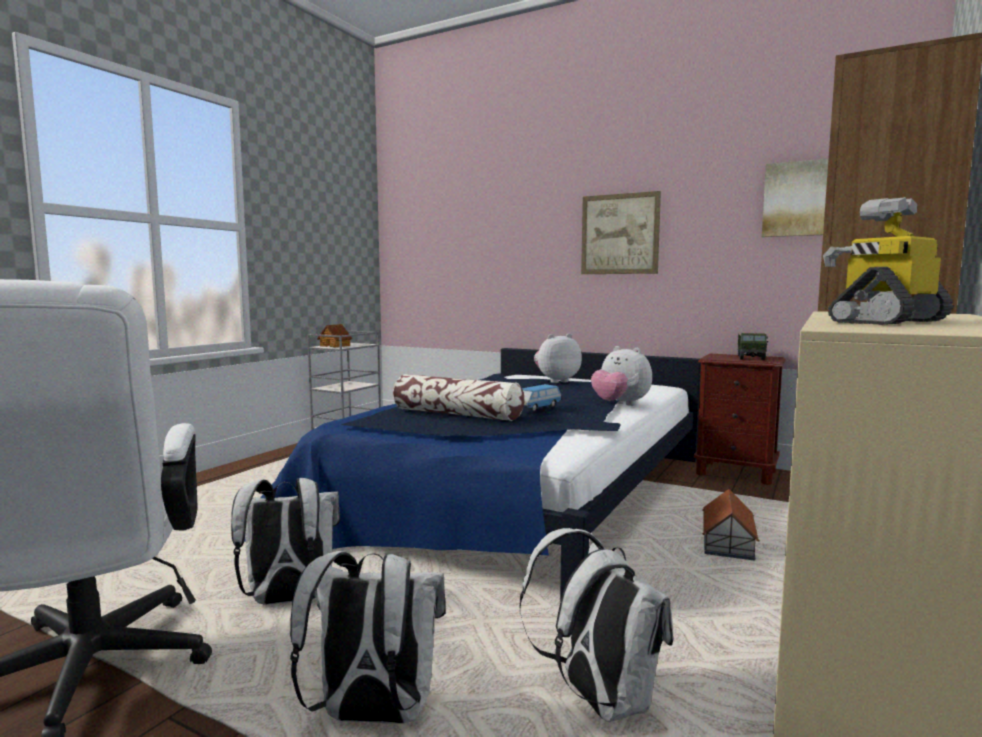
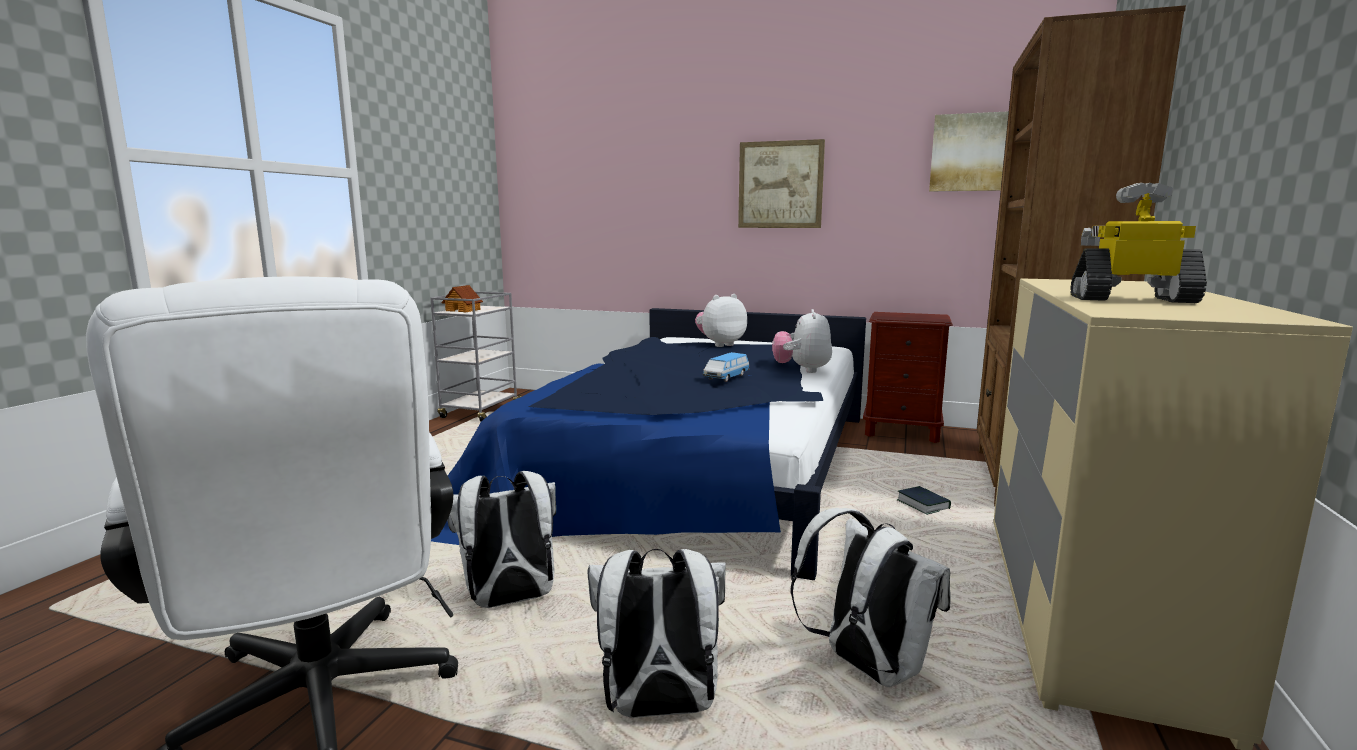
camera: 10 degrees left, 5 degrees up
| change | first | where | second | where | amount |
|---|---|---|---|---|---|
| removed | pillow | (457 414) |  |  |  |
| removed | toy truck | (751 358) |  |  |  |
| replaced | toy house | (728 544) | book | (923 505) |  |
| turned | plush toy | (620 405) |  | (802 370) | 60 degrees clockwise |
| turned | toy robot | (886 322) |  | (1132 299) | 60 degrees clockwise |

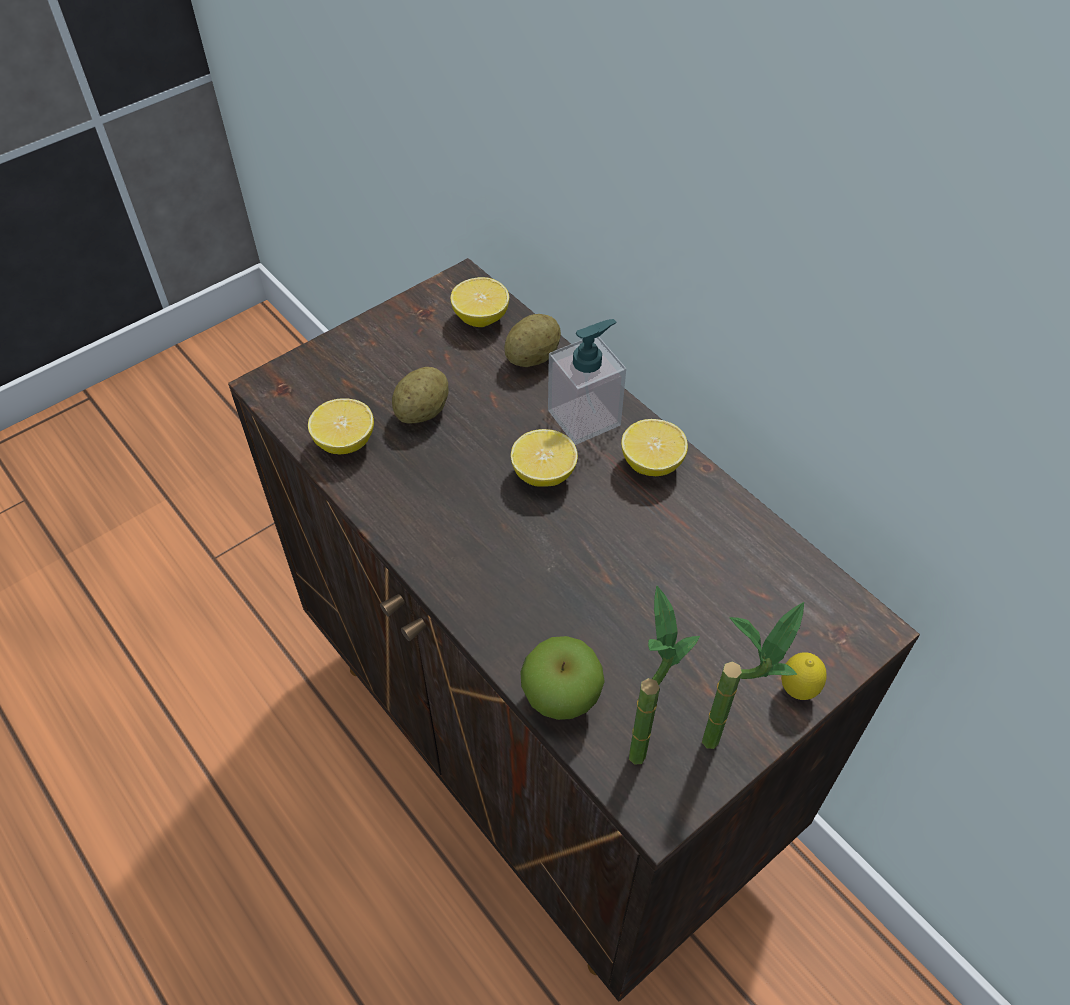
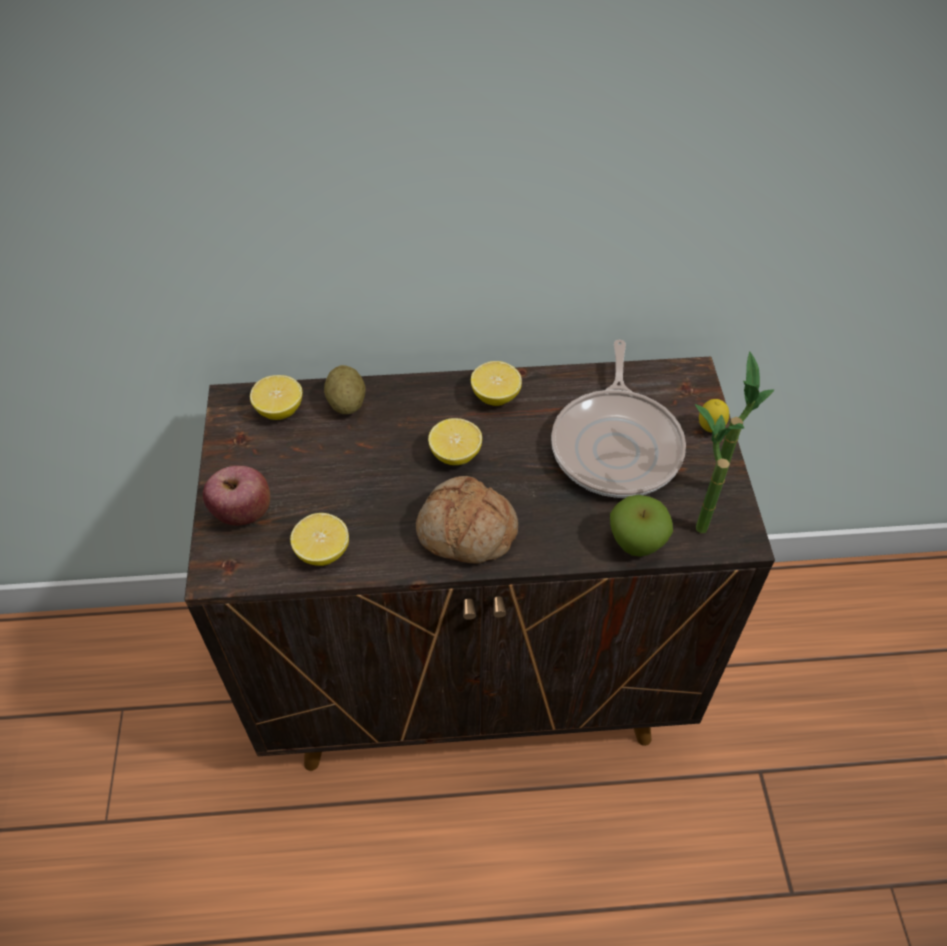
camera: 55 degrees left, 0 degrees up
| change | first | where | second | where | amount |
|---|---|---|---|---|---|
| removed | potato | (422 412) |  |  |  |
| removed | soap dispenser | (584 417) |  |  |  |
| added |  |  | apple | (243 513) |  |
| added |  |  | bread | (465 532) |  |
| added |  |  | frying pan | (617 445) |  |

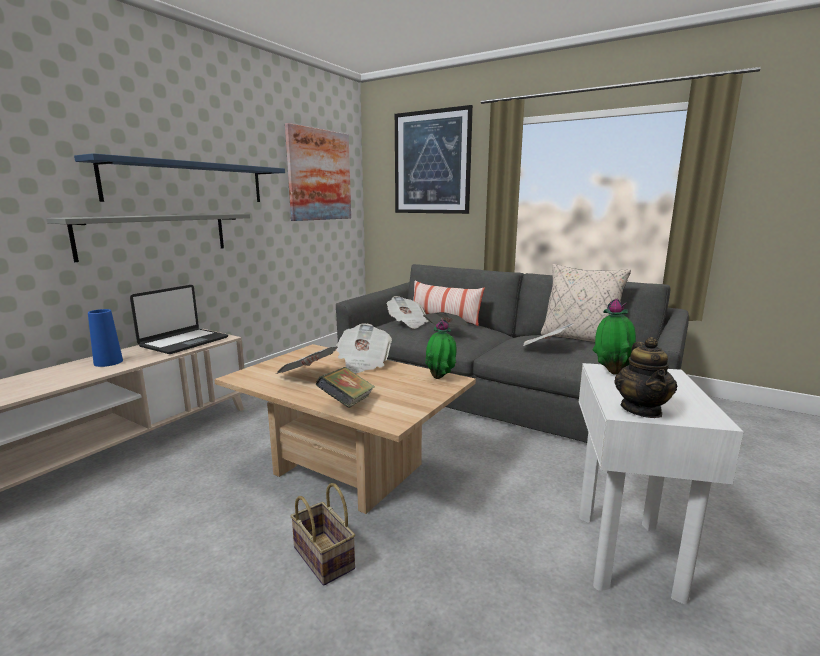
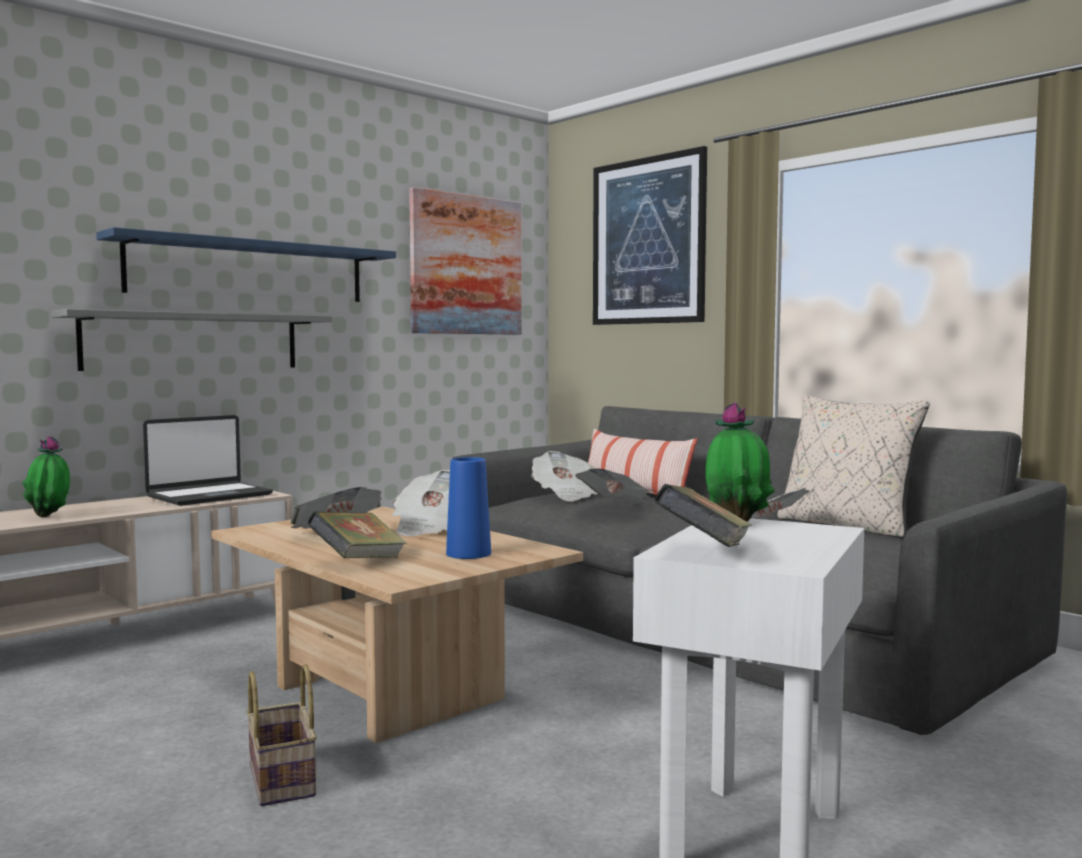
camera: 15 degrees right, 10 degrees down
| change | first | where | second | where | amount |
|---|---|---|---|---|---|
| moved | blue vase | (108 362) |  | (468 553) |  |
| moved | potted plant | (441 378) |  | (49 517) |  |
| replaced | teapot | (641 410) | book | (704 553) |  |

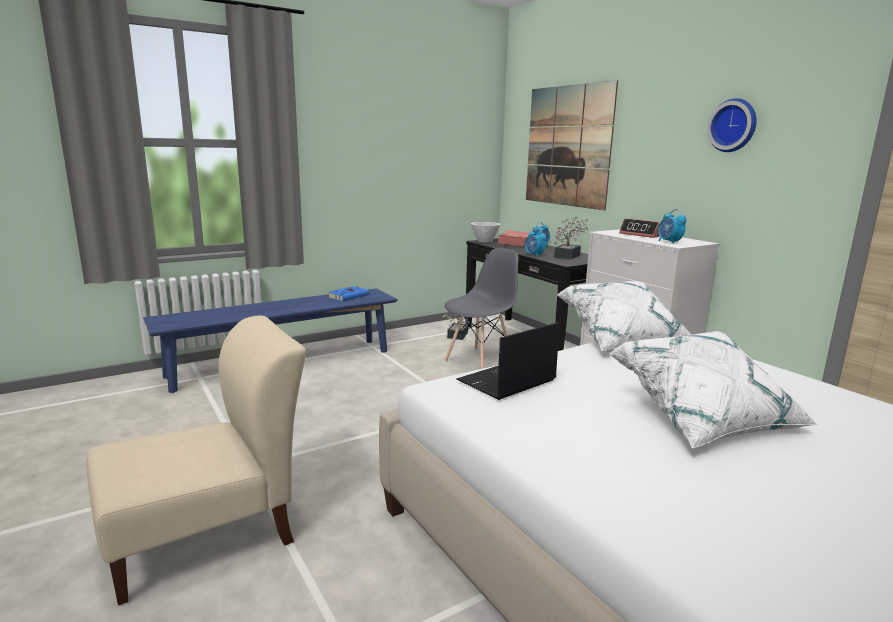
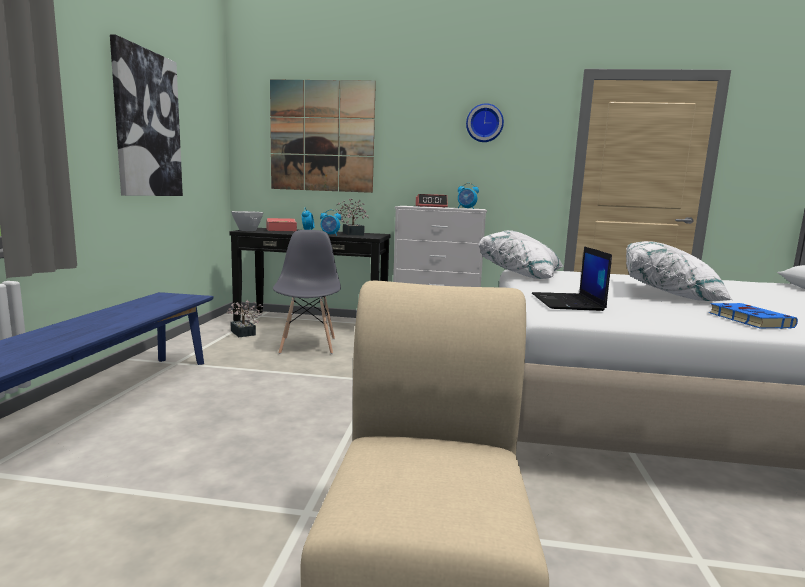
camera: 50 degrees left, 5 degrees down
| change | first | where | second | where | amount |
|---|---|---|---|---|---|
| added |  |  | picture | (147 124) |  |
| moved | blue book | (349 296) |  | (747 320) |  |

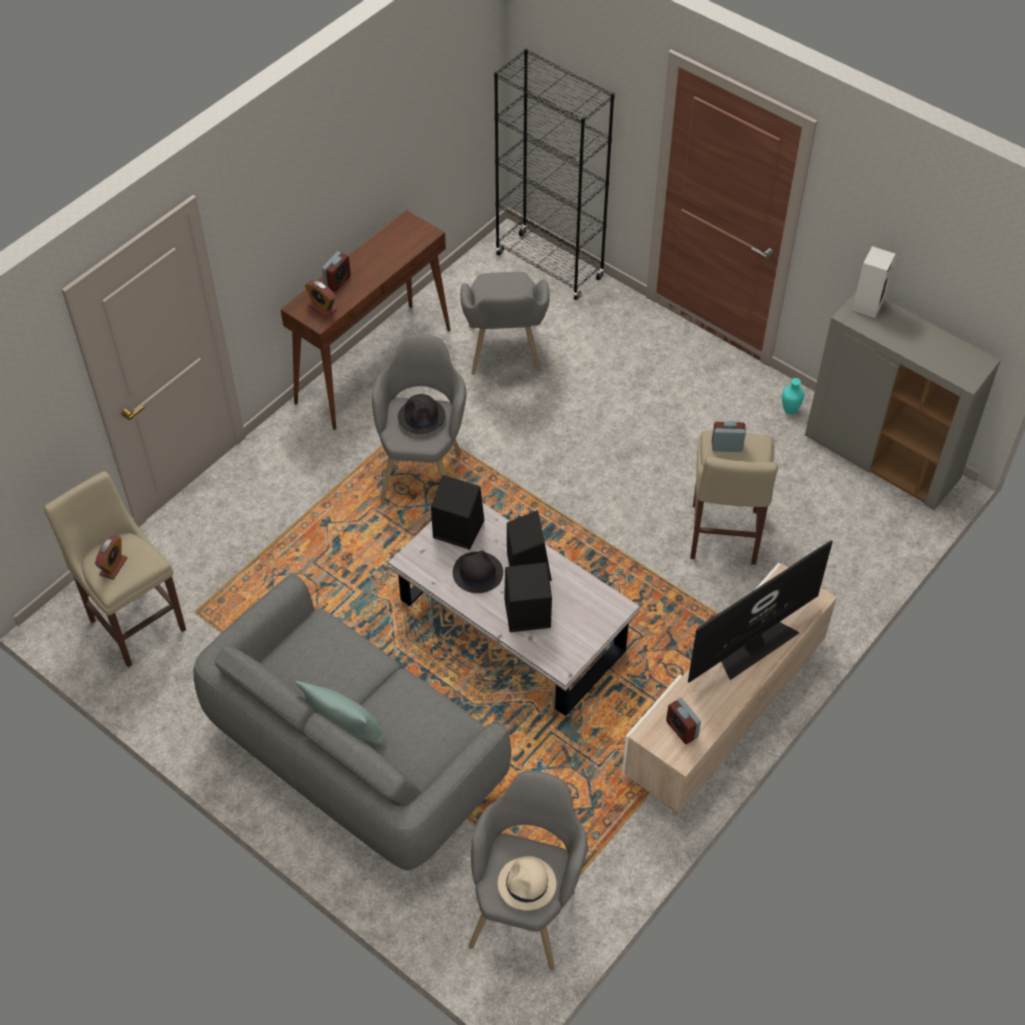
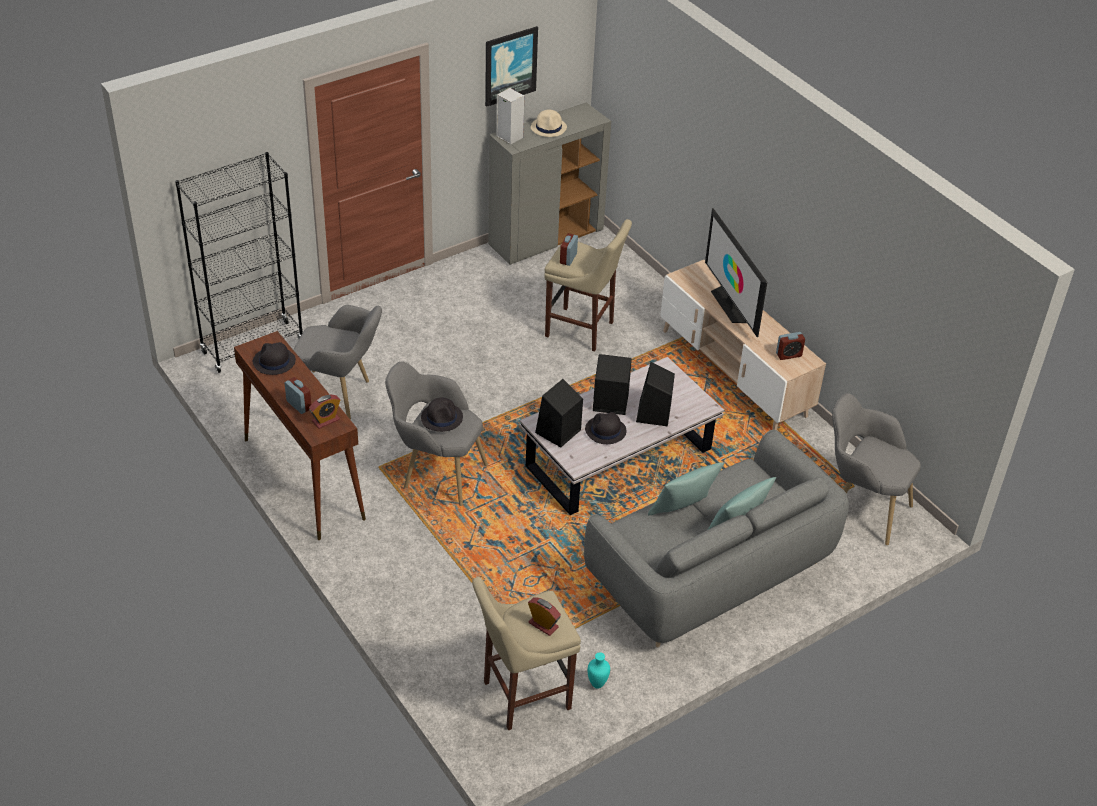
camera: 75 degrees left, 10 degrees down
| change | first | where | second | where | amount |
|---|---|---|---|---|---|
| added |  |  | black hat | (274 361) |  |
| added |  |  | picture | (510 65) |  |
| added |  |  | turquoise pillow | (682 511) |  |
| moved | beige hat | (527 884) |  | (549 127) |  |
| moved | turquoise vase | (790 410) |  | (597 684) |  |

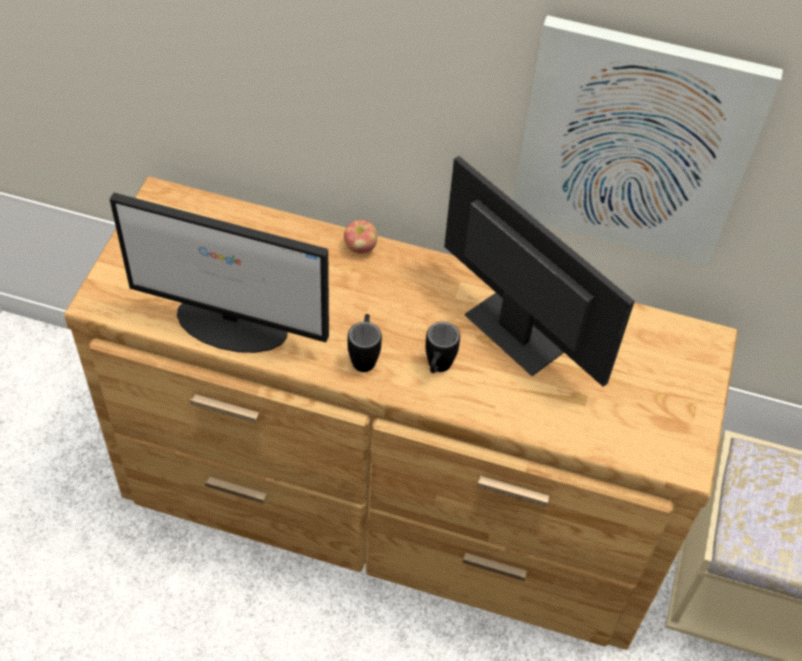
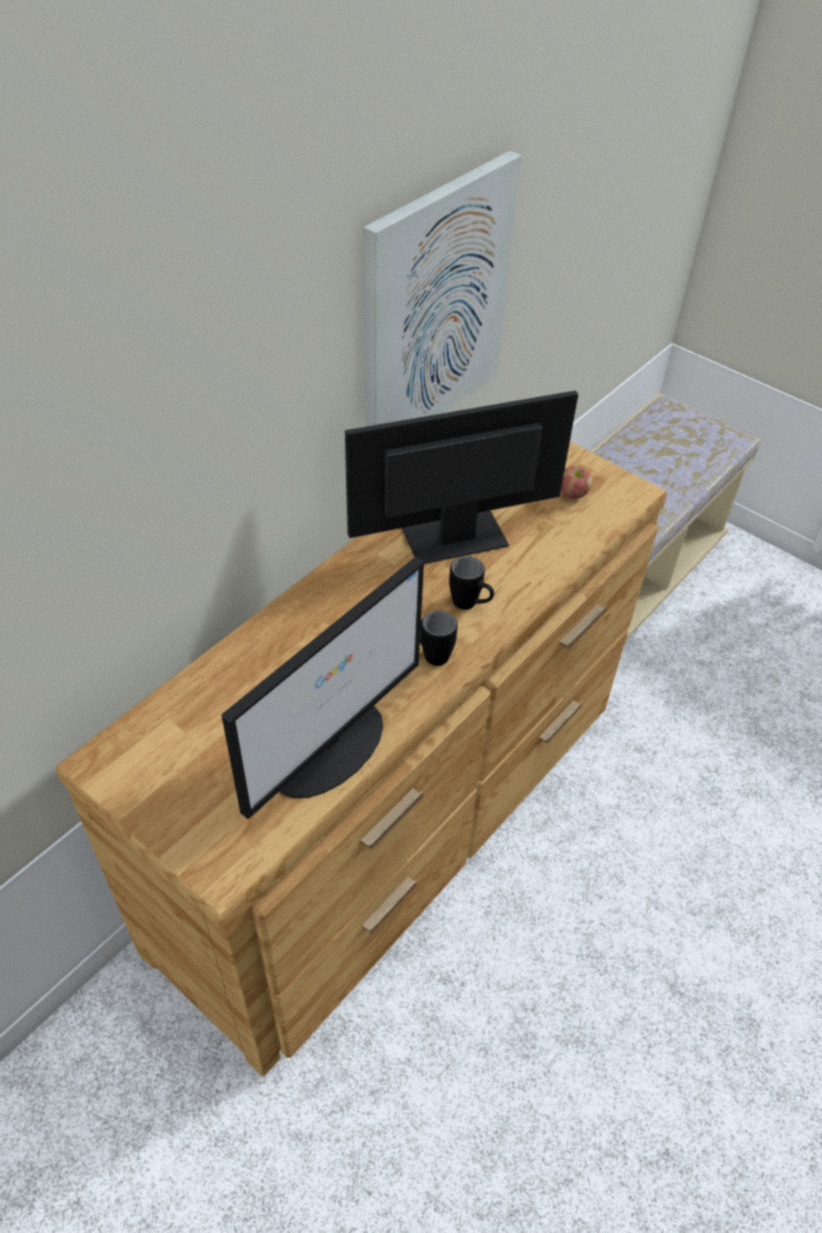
camera: 65 degrees left, 5 degrees down
| change | first | where | second | where | amount |
|---|---|---|---|---|---|
| moved | apple | (360 247) |  | (573 494) |  |

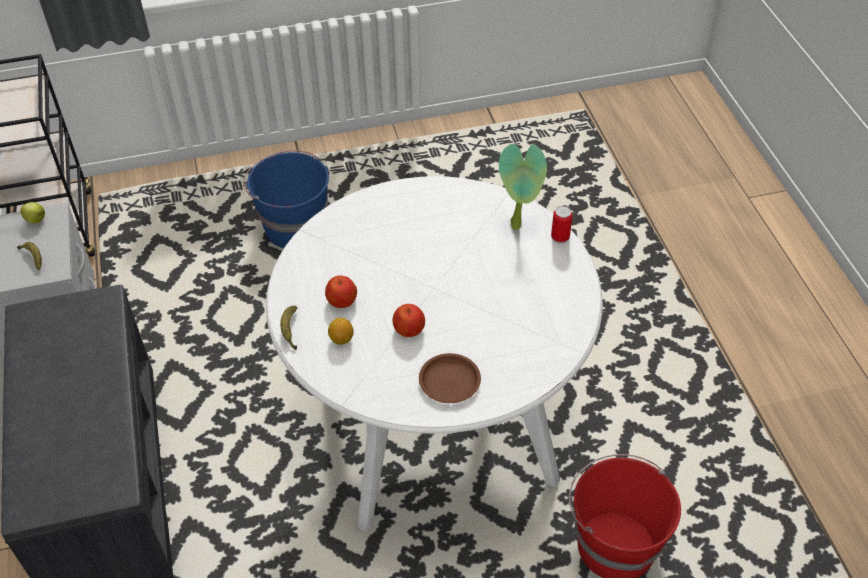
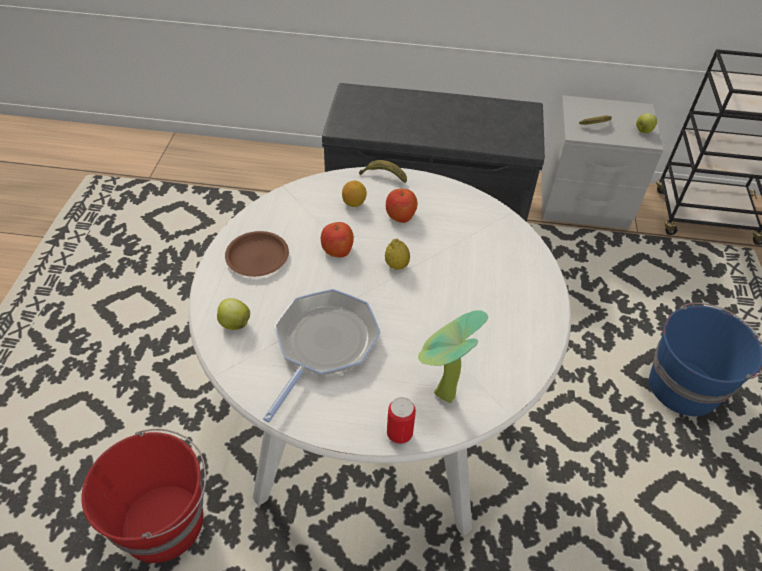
camera: 110 degrees right, 0 degrees up
| change | first | where | second | where | amount |
|---|---|---|---|---|---|
| added |  |  | apple | (234 323) |  |
| added |  |  | frying pan | (323 344) |  |
| added |  |  | lemon | (396 265) |  |

